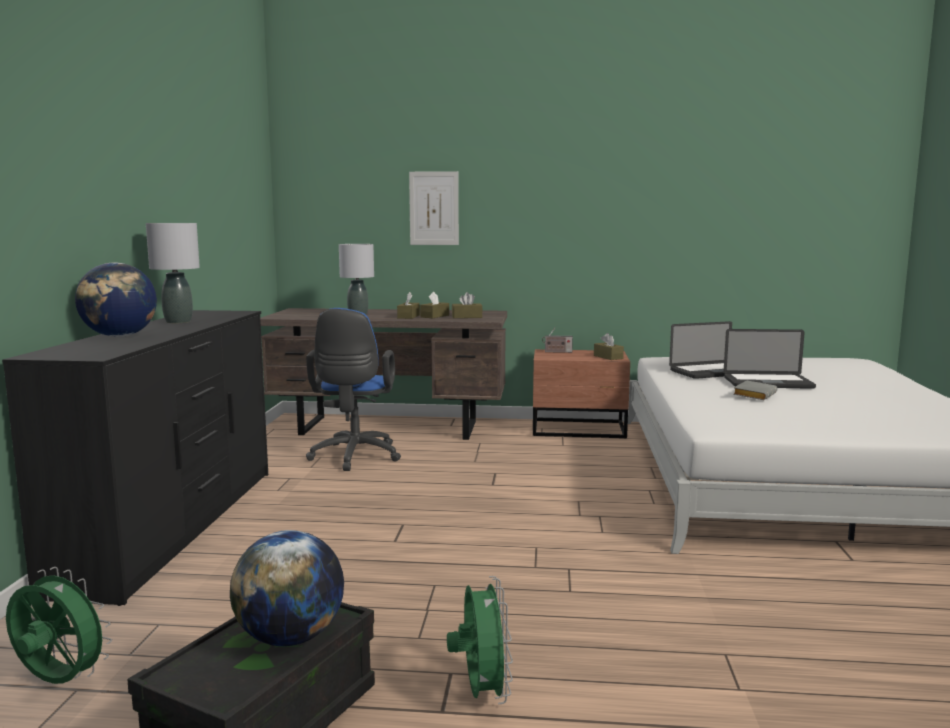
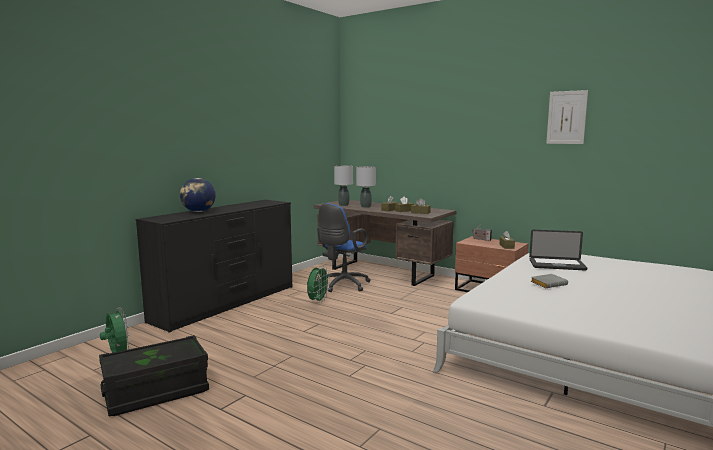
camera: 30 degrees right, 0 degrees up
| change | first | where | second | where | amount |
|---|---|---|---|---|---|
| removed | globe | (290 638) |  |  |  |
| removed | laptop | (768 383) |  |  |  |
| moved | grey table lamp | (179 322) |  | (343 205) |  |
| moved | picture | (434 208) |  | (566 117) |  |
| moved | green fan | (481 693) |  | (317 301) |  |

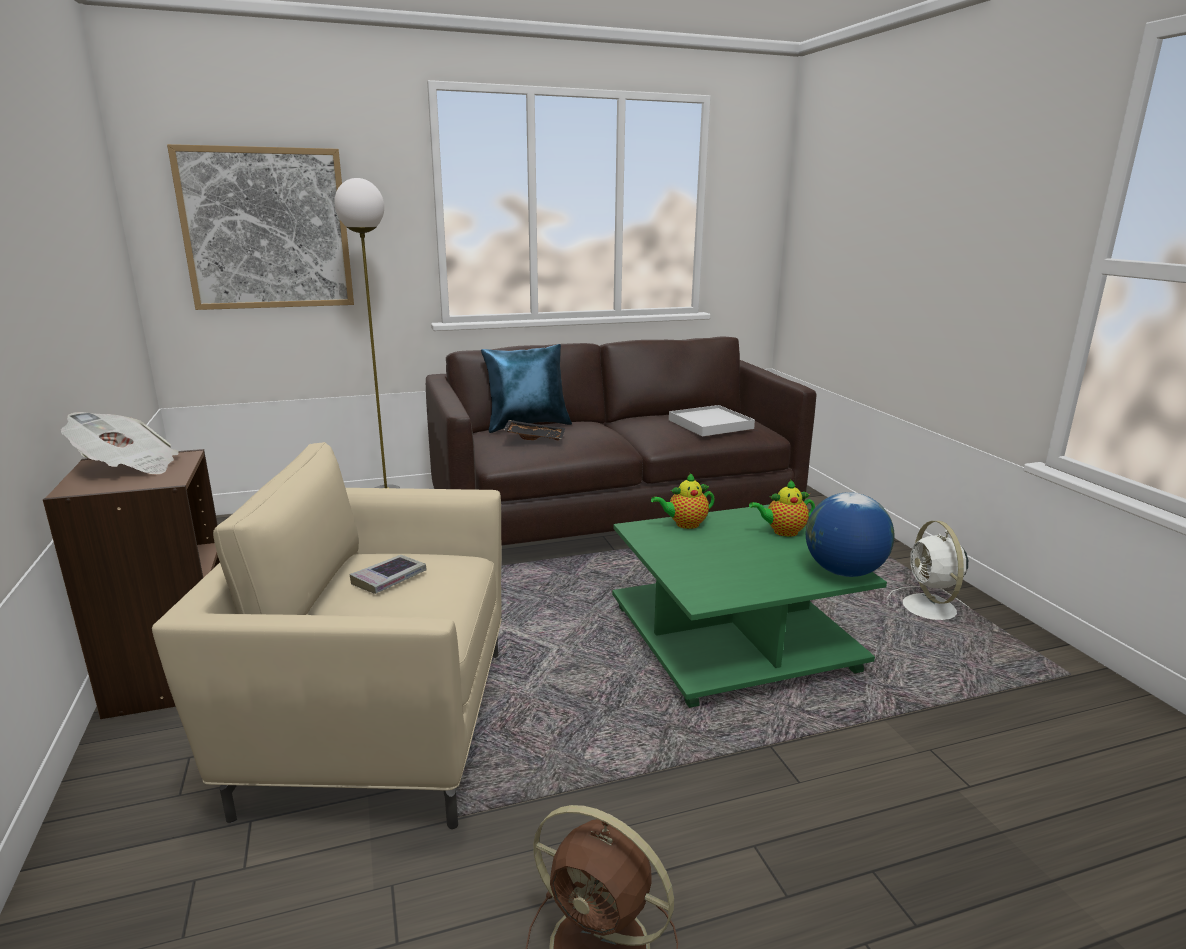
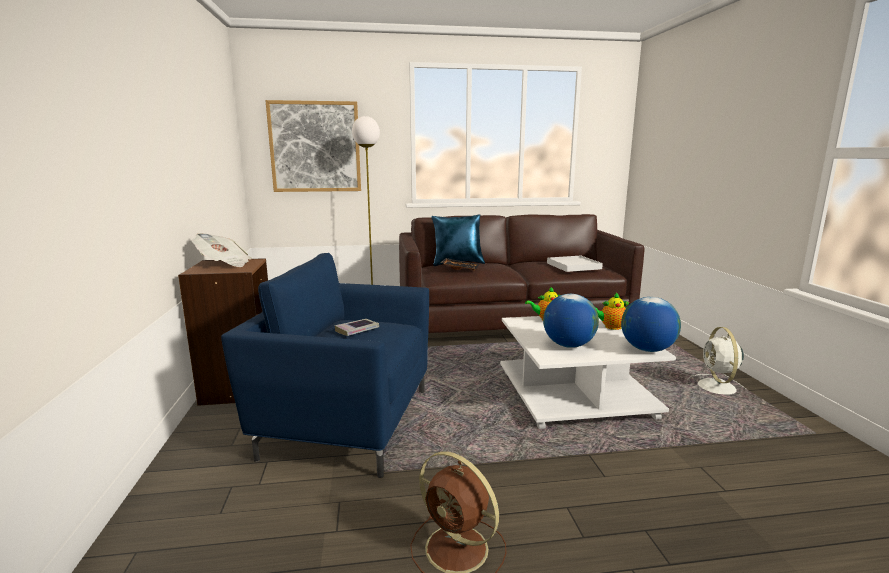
camera: 10 degrees right, 5 degrees down
| change | first | where | second | where | amount |
|---|---|---|---|---|---|
| added |  |  | globe | (568 345) |  |
| recoloured | beige armchair | (377 725) | blue armchair | (346 421) |  |
| recoloured | green coffee table | (733 637) | white coffee table | (575 394) |  |

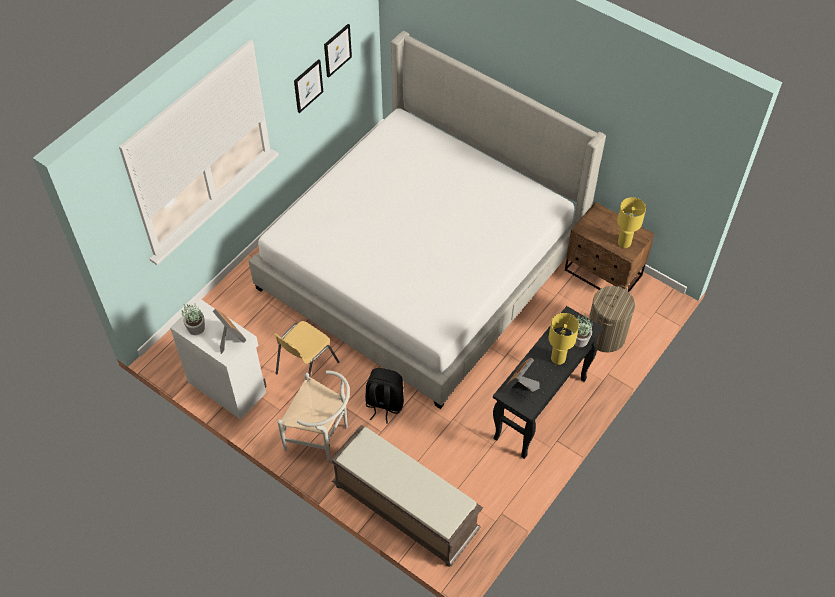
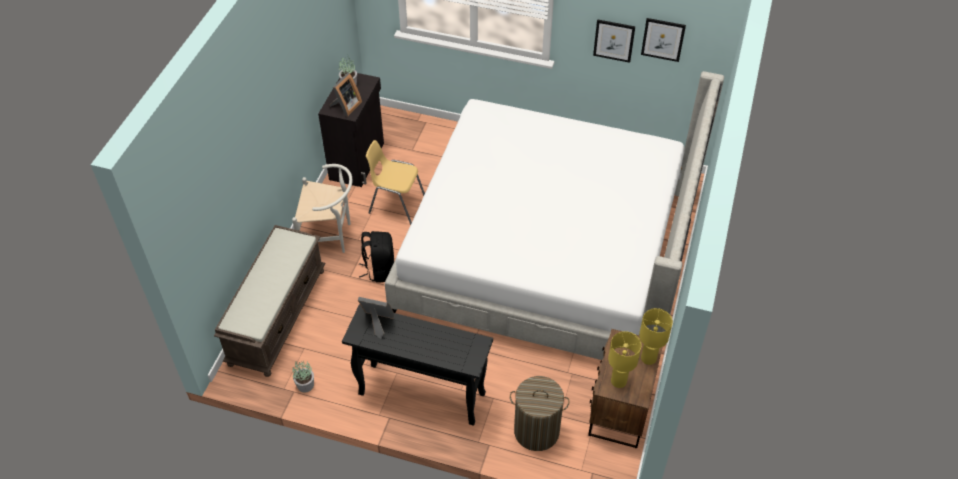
camera: 70 degrees right, 5 degrees down
| change | first | where | second | where | amount |
|---|---|---|---|---|---|
| moved | yellow table lamp | (558 358) |  | (649 358) |  |
| moved | potted plant | (579 340) |  | (305 384) |  |
| recoloured | white cabinet | (227 386) | black cabinet | (358 161) |  |
| turned | white chair | (322 437) |  | (330 237) | 90 degrees counterclockwise |

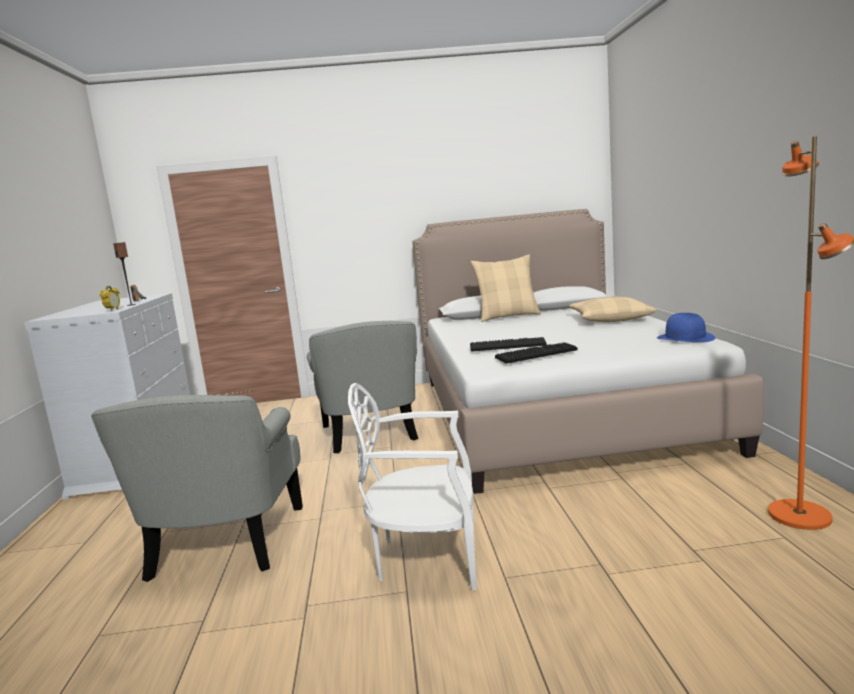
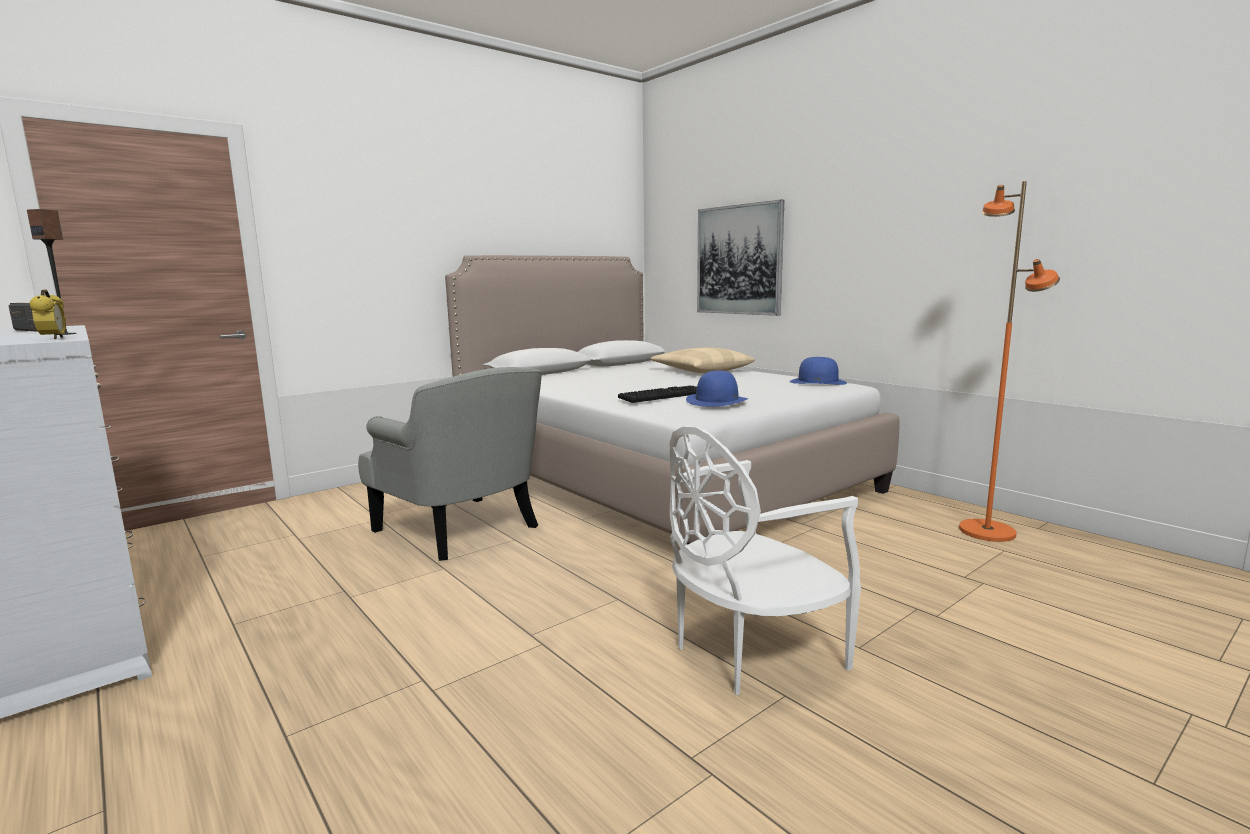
camera: 35 degrees left, 0 degrees up
| change | first | where | second | where | amount |
|---|---|---|---|---|---|
| removed | grey armchair | (224 543) |  |  |  |
| removed | beige pillow | (508 316) |  |  |  |
| added |  |  | picture | (739 260) |  |
| replaced | keyboard | (536 354) | blue hat | (717 400) |  |

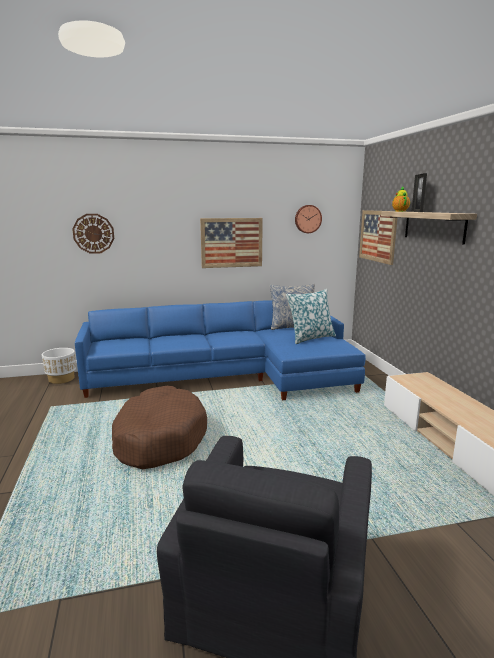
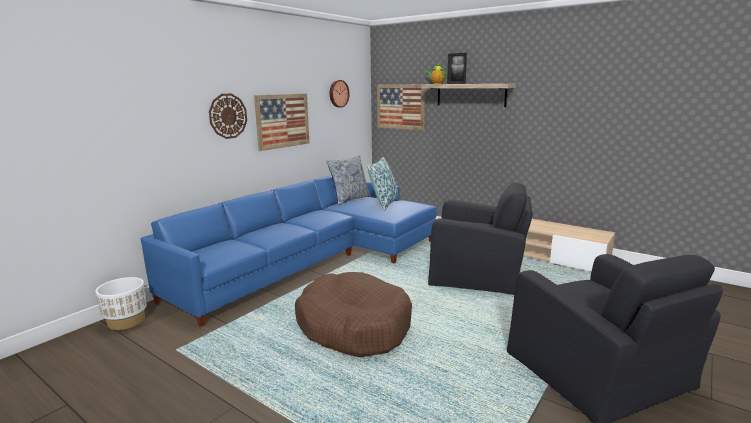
camera: 40 degrees left, 0 degrees up
| change | first | where | second | where | amount |
|---|---|---|---|---|---|
| added |  |  | black armchair | (477 272) |  |
| moved | wall clock | (93 233) |  | (228 116) |  |

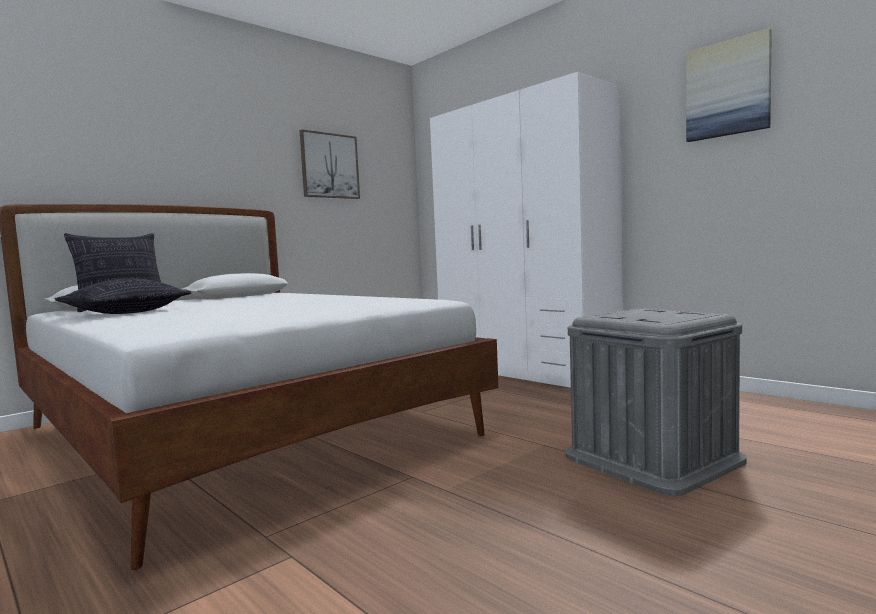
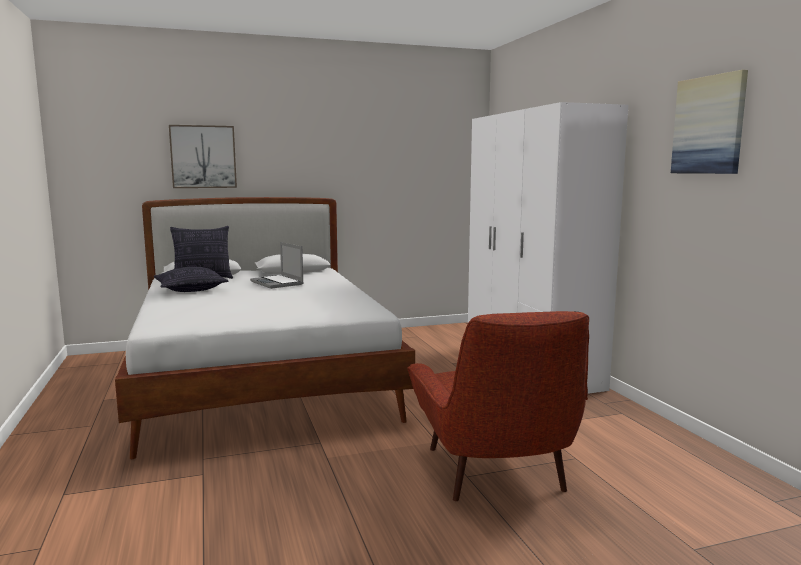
camera: 25 degrees right, 5 degrees up
| change | first | where | second | where | amount |
|---|---|---|---|---|---|
| added |  |  | laptop | (278 283) |  |
| moved | picture | (329 166) |  | (203 157) |  |
| replaced | grey storage box | (653 458) | red armchair | (496 473) |  |

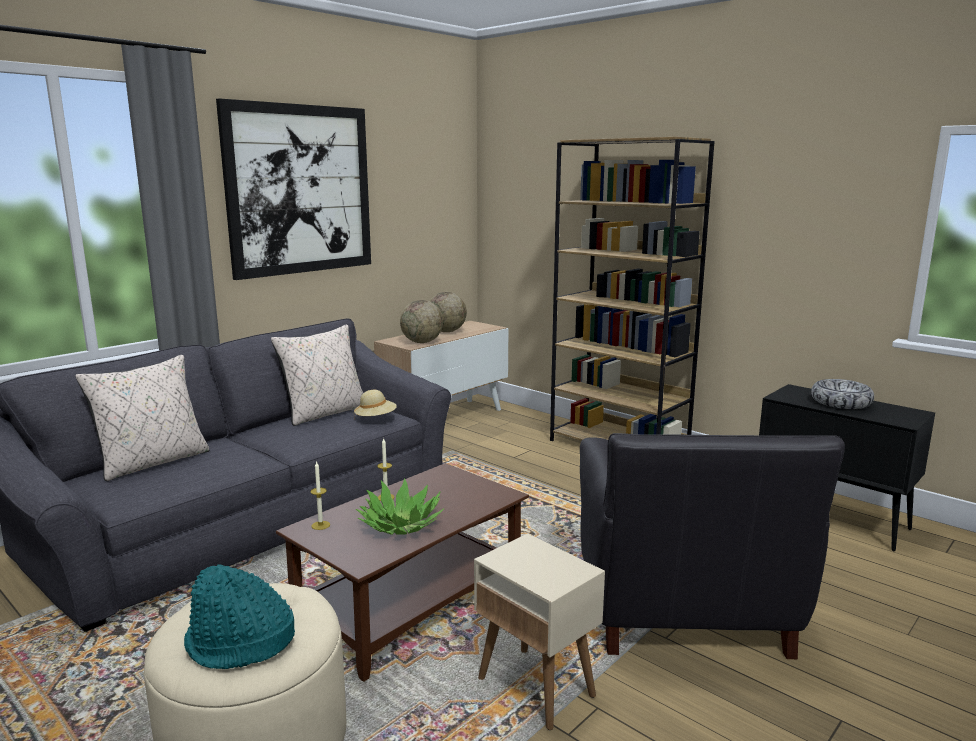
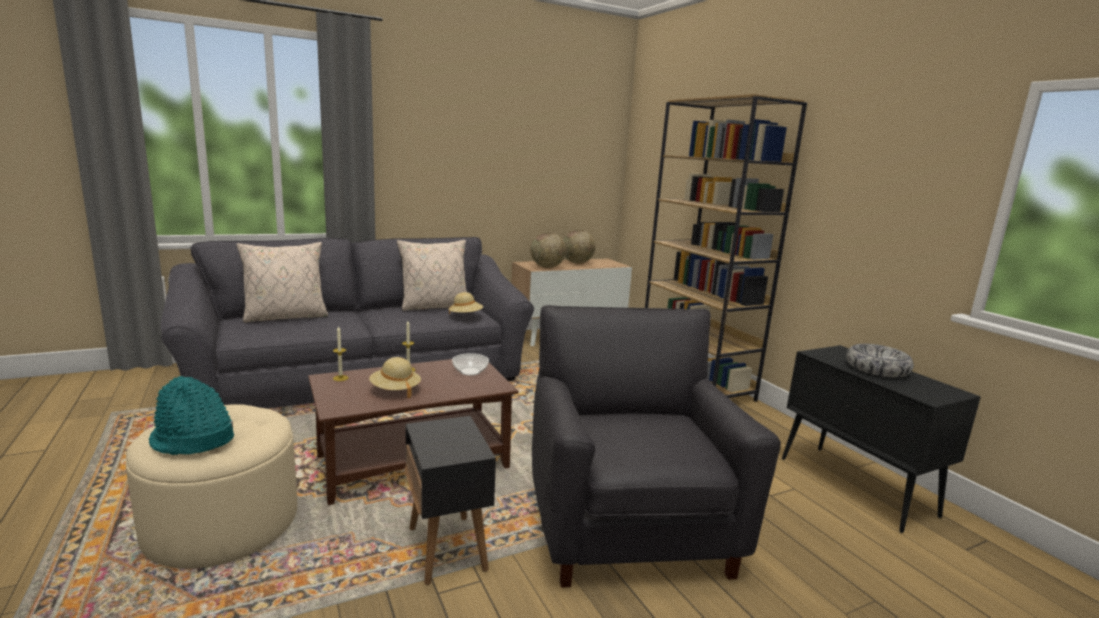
camera: 20 degrees right, 0 degrees up
| change | first | where | second | where | amount |
|---|---|---|---|---|---|
| removed | picture | (300 190) |  |  |  |
| added |  |  | bowl | (470 372) |  |
| replaced | potted plant | (401 524) | beige hat | (395 390) |  |
| recoloured | beige side table | (537 688) | black side table | (447 549) |  |
| turned | black armchair | (682 611) |  | (628 526) | 150 degrees clockwise |

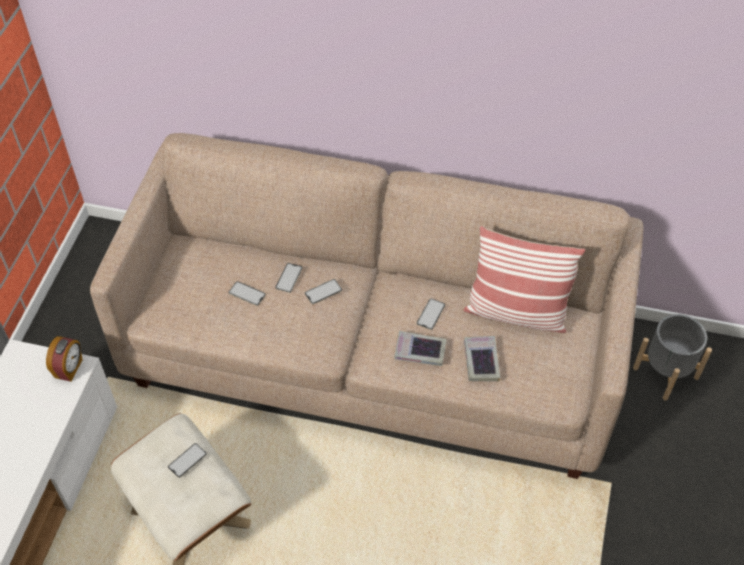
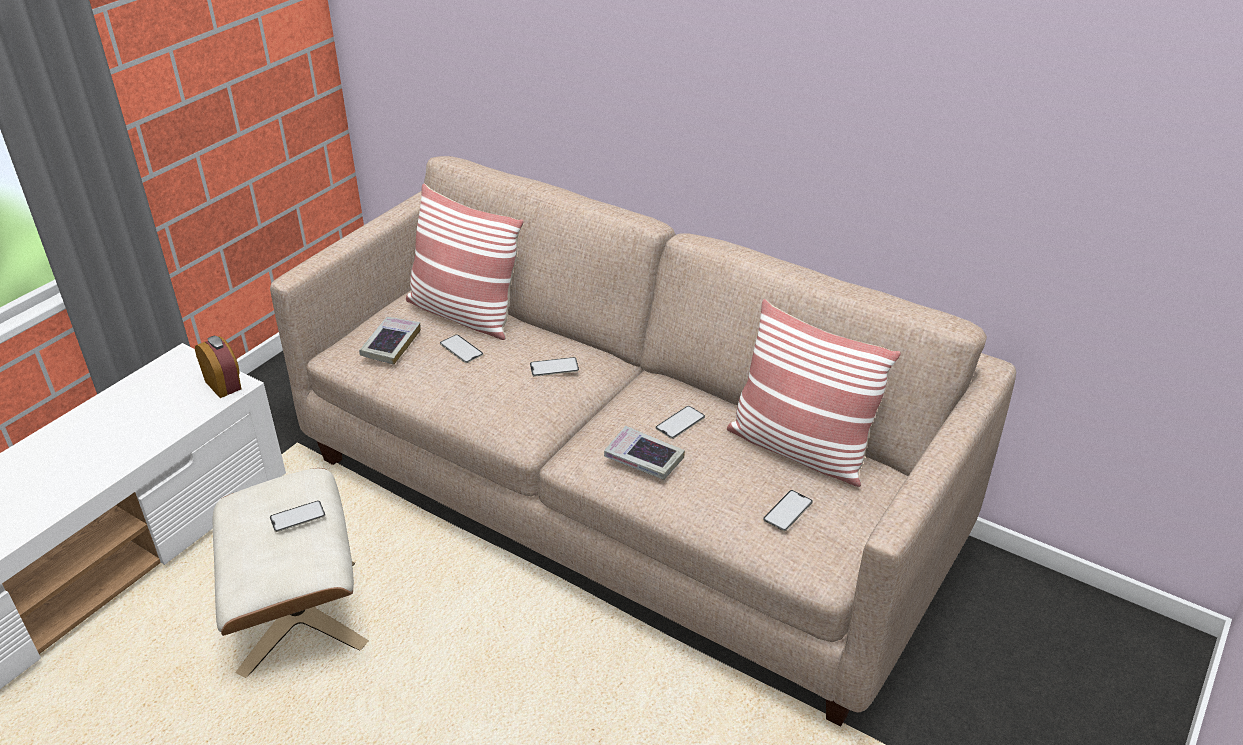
camera: 20 degrees right, 15 degrees down
| change | first | where | second | where | amount |
|---|---|---|---|---|---|
| removed | grey planter | (665 372) |  |  |  |
| added |  |  | pillow | (464 314) |  |
| moved | phone | (289 278) |  | (788 511) |  |
| moved | book | (481 361) |  | (391 344) |  |
| turned | alarm clock | (69 368) |  | (224 385) | 75 degrees counterclockwise |

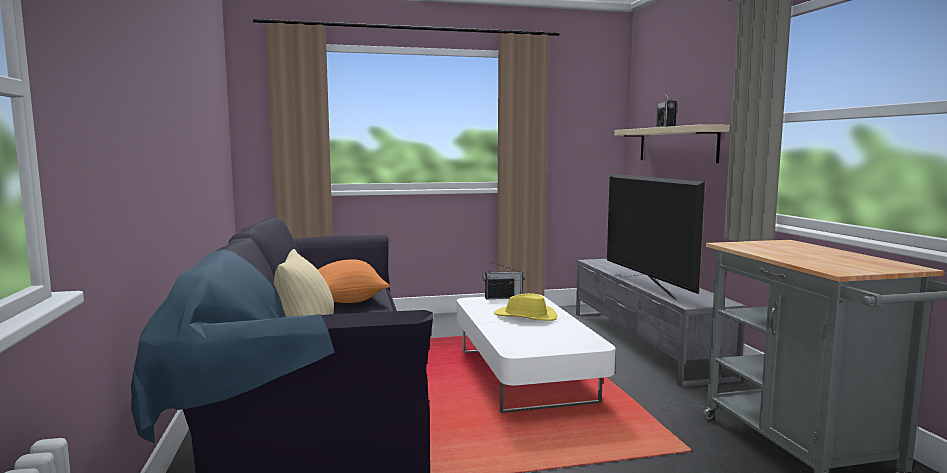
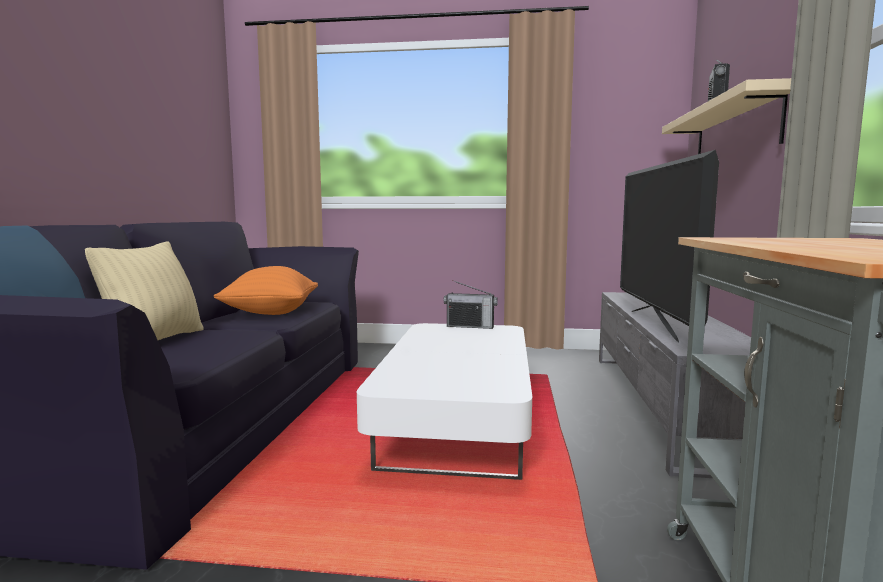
camera: 20 degrees right, 0 degrees up
| change | first | where | second | where | amount |
|---|---|---|---|---|---|
| removed | yellow hat | (525 317) |  |  |  |

